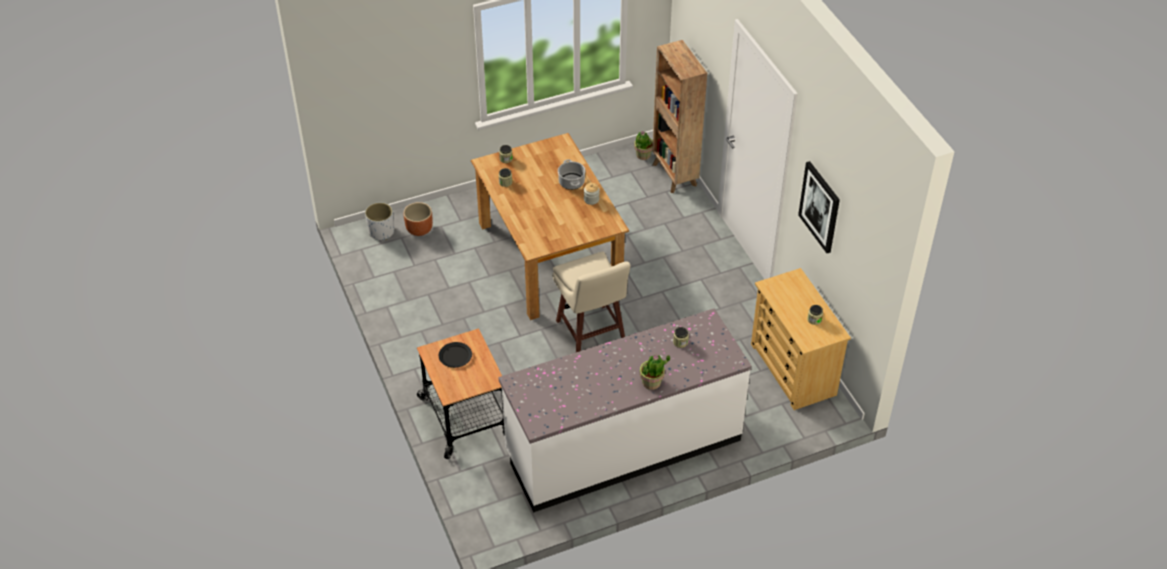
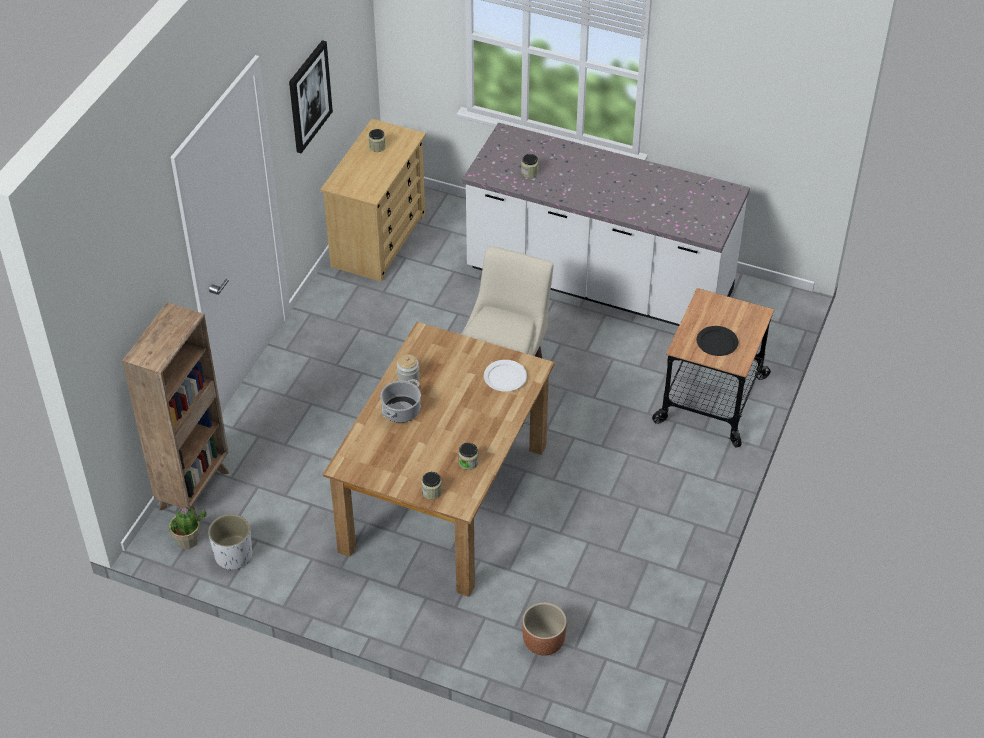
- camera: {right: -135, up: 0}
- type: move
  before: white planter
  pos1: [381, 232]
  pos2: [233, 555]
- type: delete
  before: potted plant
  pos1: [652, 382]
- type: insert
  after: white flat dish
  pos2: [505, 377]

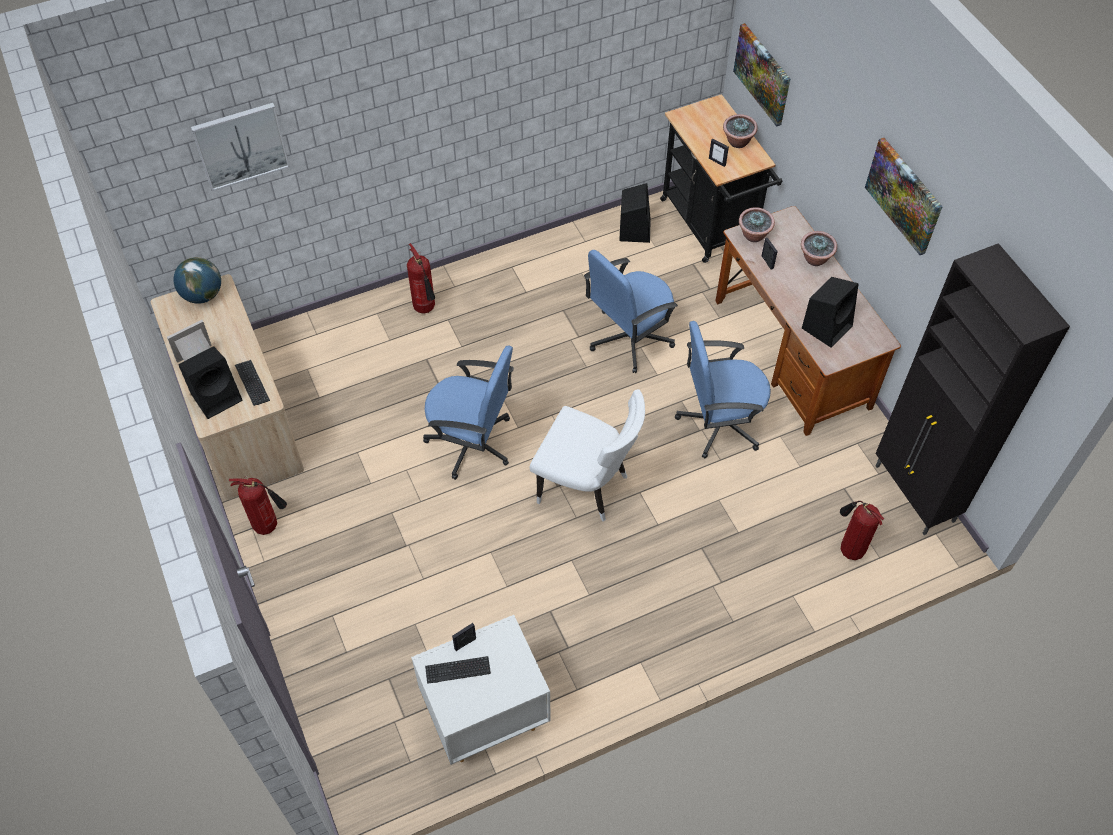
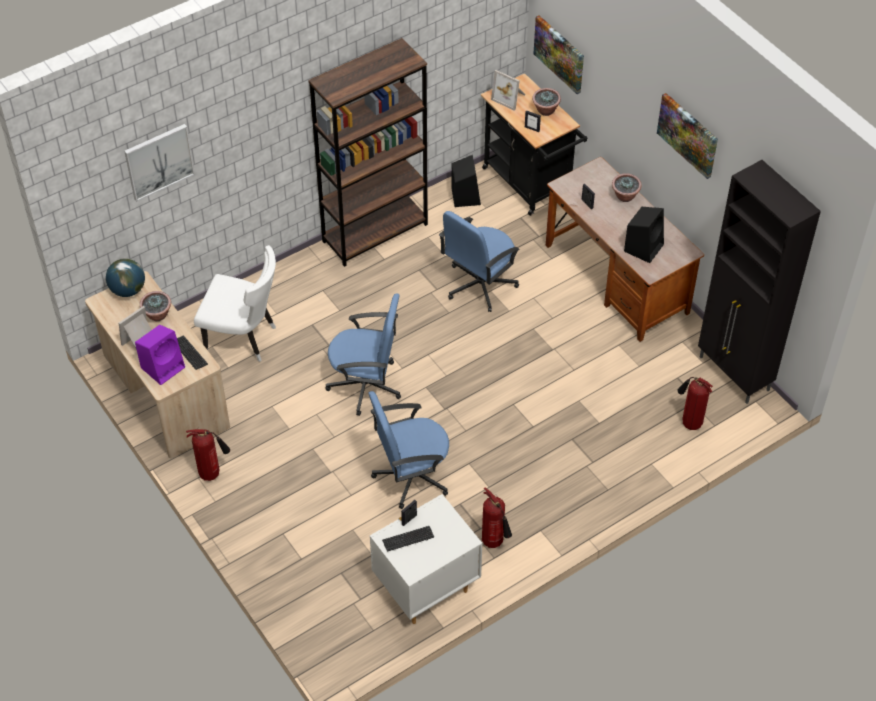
- camera: {right: -10, up: -5}
- type: recolor
  before: black-coloured speaker
  after: purplish speaker
  pos1: [217, 396]
  pos2: [163, 366]
- type: move
  before: fire-fighting cylinder
  pos1: [426, 309]
  pos2: [494, 543]
- type: move
  before: white plain chair
  pos1: [587, 487]
  pos2: [244, 339]
- type: move
  before: blue office chair
  pos1: [719, 423]
  pos2: [411, 476]
- type: move
  before: potted plant
  pos1: [754, 235]
  pos2: [158, 315]
- type: insert
  after: brown bookshelf
  pos2: [375, 232]
- type: insert
  after: picture frame
  pos2: [510, 97]

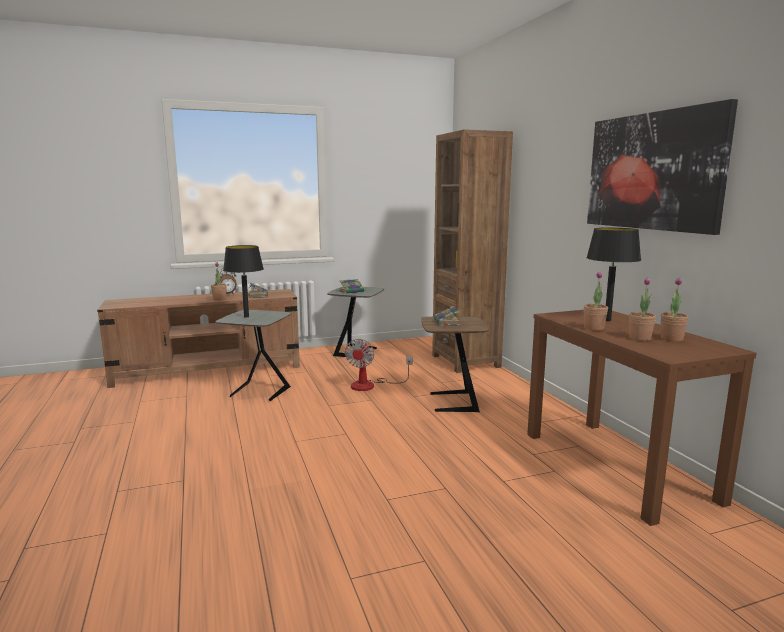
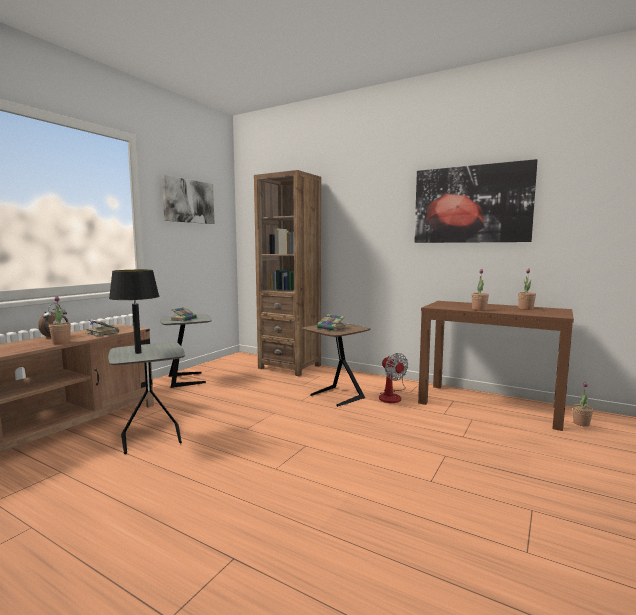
- camera: {right: -40, up: -5}
- type: move
  before: cooling fan
  pos1: [370, 385]
  pos2: [392, 396]
- type: delete
  before: black-coloured tabletop lamp
  pos1: [607, 320]
- type: move
  before: potted plant
  pos1: [639, 338]
  pos2: [581, 423]
- type: insert
  after: wall picture
  pos2: [188, 201]

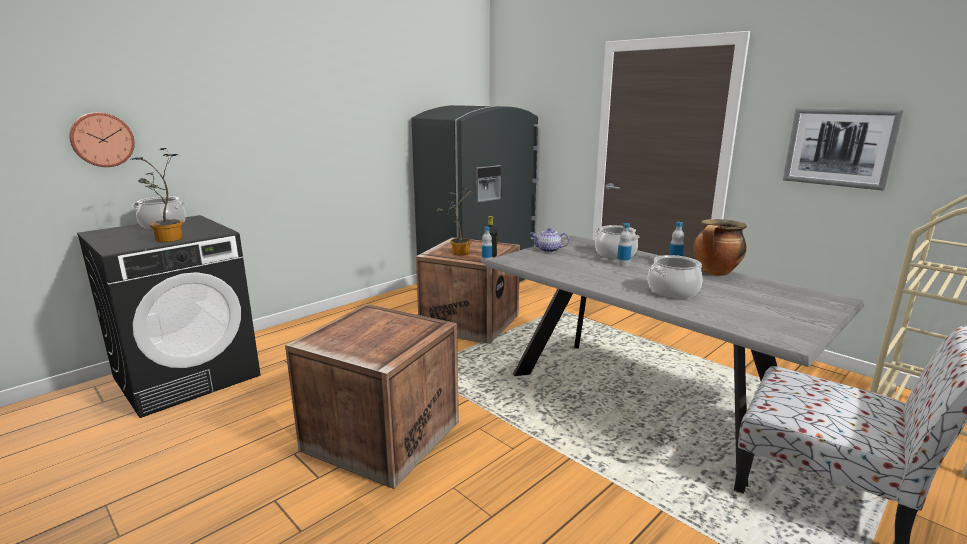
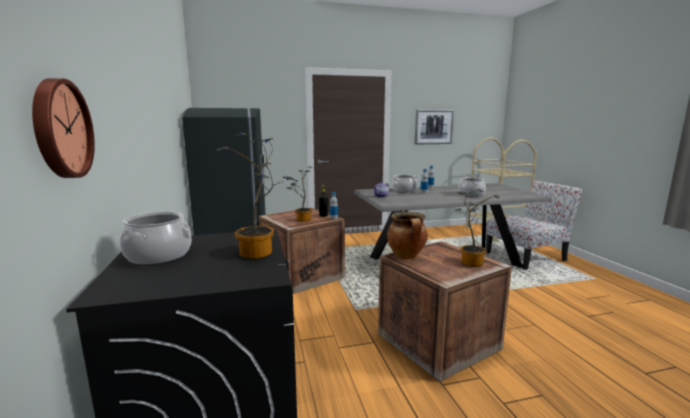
- camera: {right: -60, up: -5}
- type: move
  before: saucepot
  pos1: [715, 273]
  pos2: [407, 256]
- type: insert
  after: potted plant
  pos2: [470, 262]

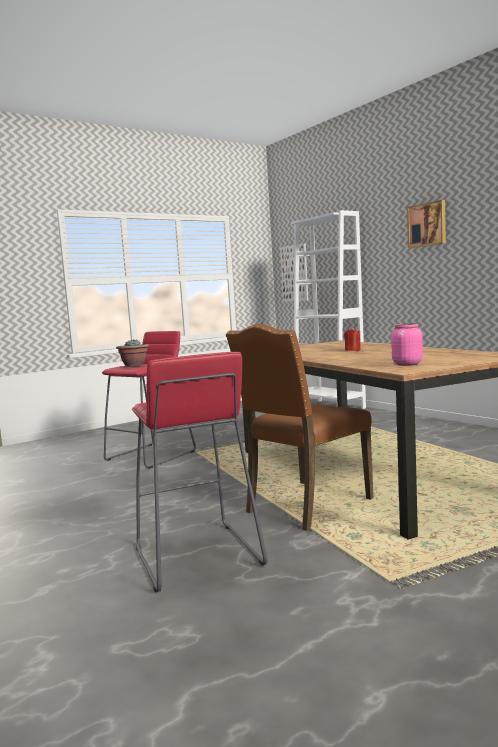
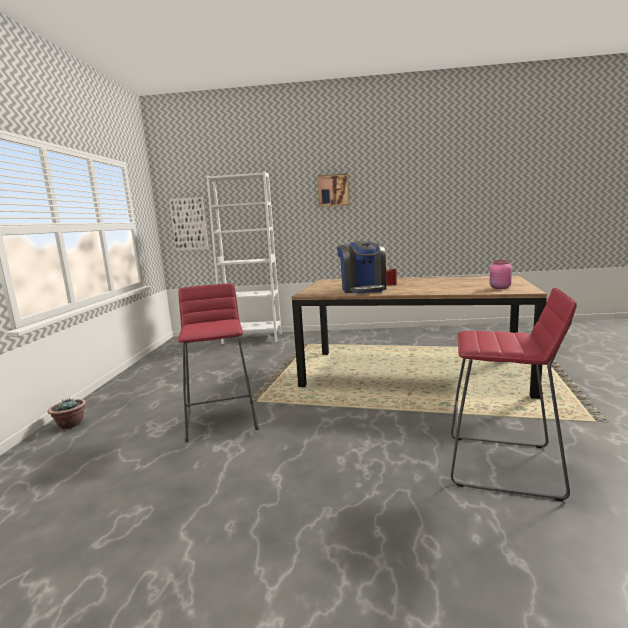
- camera: {right: -50, up: 5}
- type: move
  before: potted plant
  pos1: [134, 365]
  pos2: [70, 425]
- type: delete
  before: brown plain chair
  pos1: [305, 505]
- type: insert
  after: coffee brewer
  pos2: [363, 289]

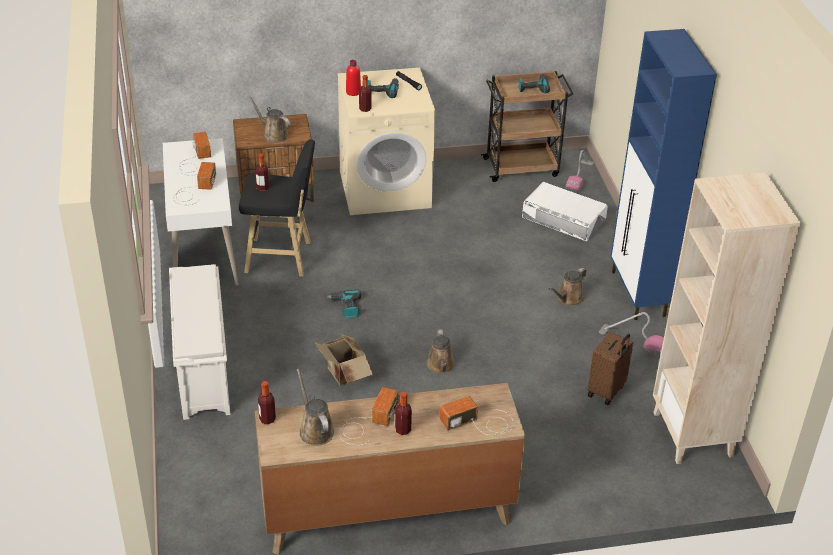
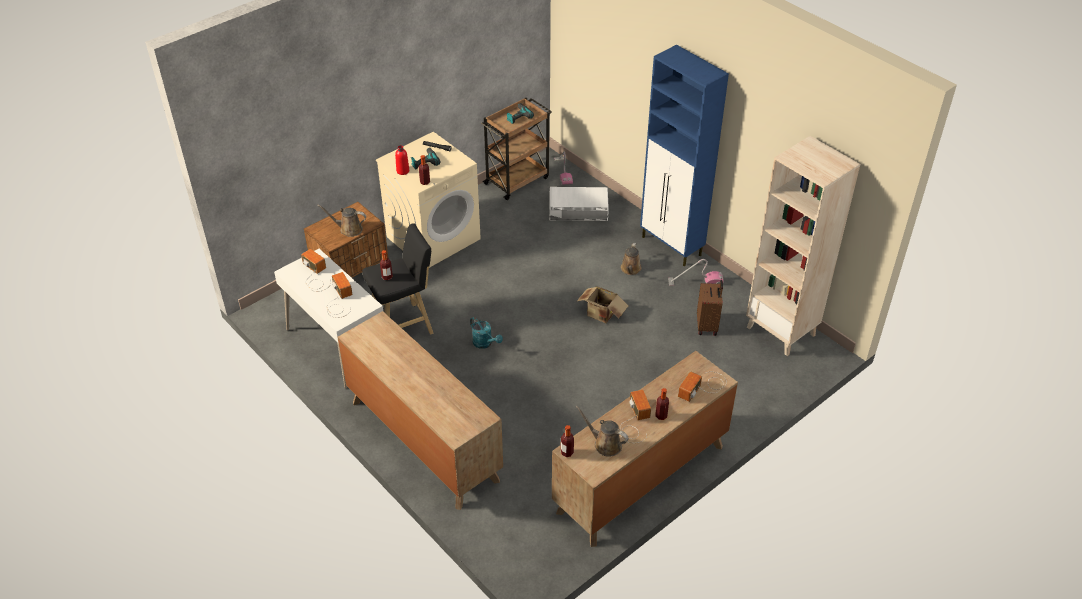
- camera: {right: -30, up: 5}
- type: replace
  before: white shoe rack
  after: brown drawer chest
  pos1: [202, 370]
  pos2: [423, 440]
- type: move
  before: packing box
  pos1: [343, 375]
  pos2: [601, 315]
- type: replace
  before: electric drill
  after: turquoise-coloured watering pot
  pos1: [346, 307]
  pos2: [485, 343]
- type: delete
  before: brown watering pot
  pos1: [441, 366]

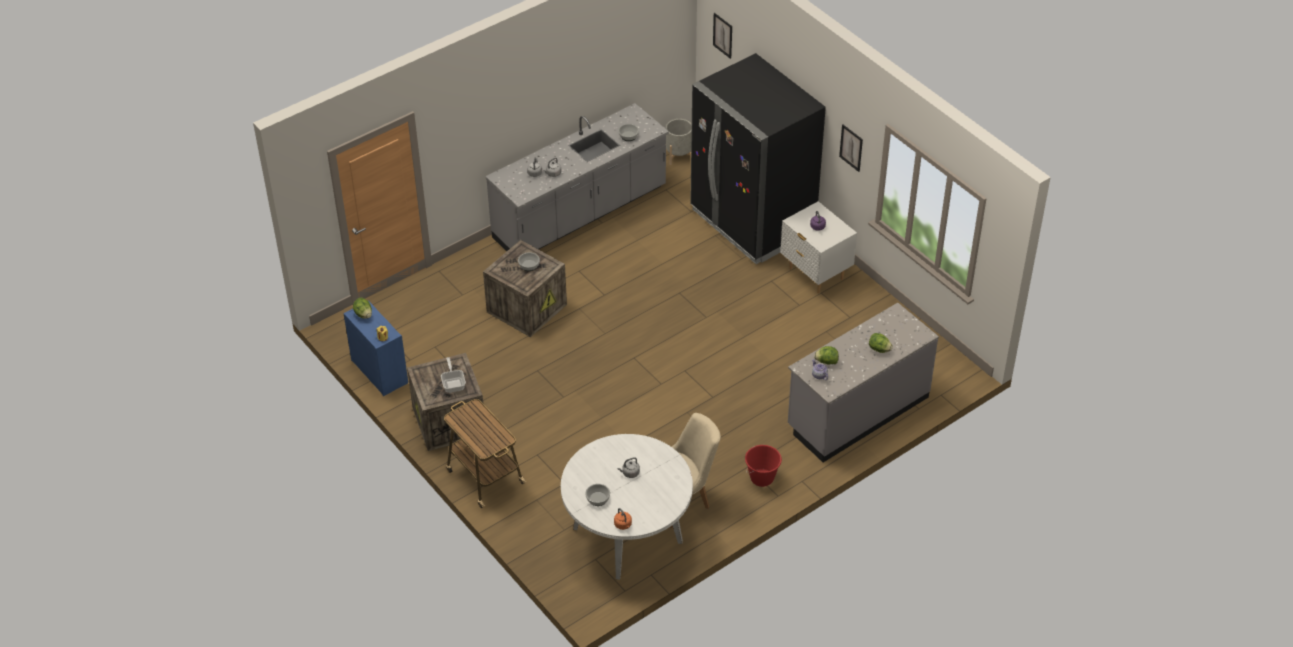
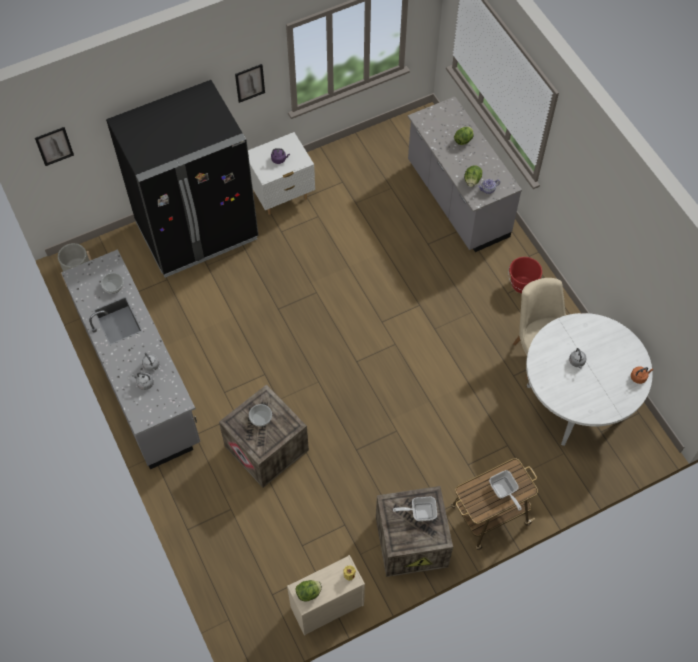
- camera: {right: -80, up: 15}
- type: recolor
  before: blue drawer chest
  after: sand-coloured drawer chest
  pos1: [379, 371]
  pos2: [326, 607]
- type: delete
  before: deep dish
  pos1: [598, 498]
- type: insert
  after: skillet
  pos2: [504, 491]

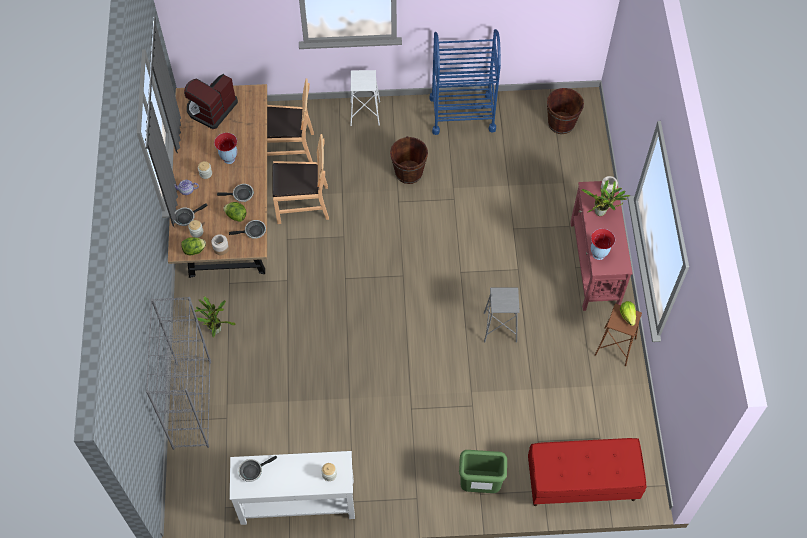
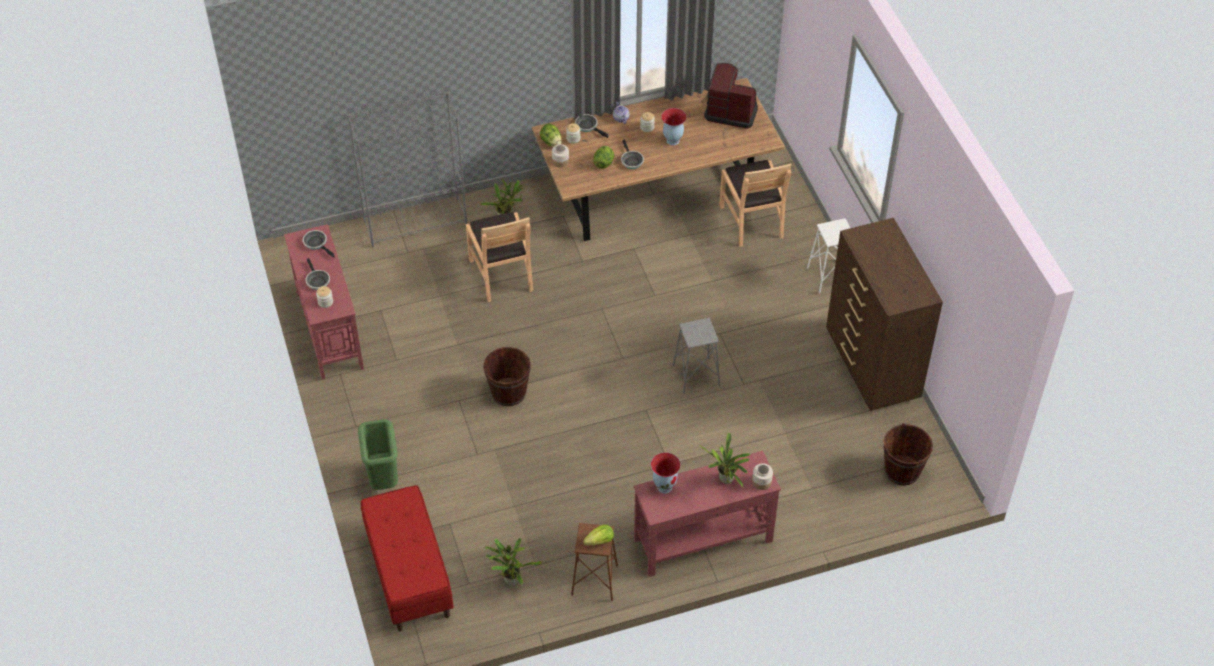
- camera: {right: 75, up: -10}
- type: move
  before: skillet
  pos1: [253, 231]
  pos2: [317, 281]
- type: recolor
  before: white hall table
  after: red-coloured hall table
  pos1: [297, 502]
  pos2: [330, 329]
- type: move
  before: brown plain chair
  pos1: [302, 204]
  pos2: [502, 274]
- type: move
  before: brown pail
  pos1: [409, 172]
  pos2: [508, 393]
- type: replace
  before: blue wheeled cart
  after: brown drawer chest
  pos1: [462, 114]
  pos2: [871, 367]
- type: move
  before: greyish stool seat
  pos1: [499, 327]
  pos2: [696, 375]
- type: insert
  after: potted plant
  pos2: [510, 579]

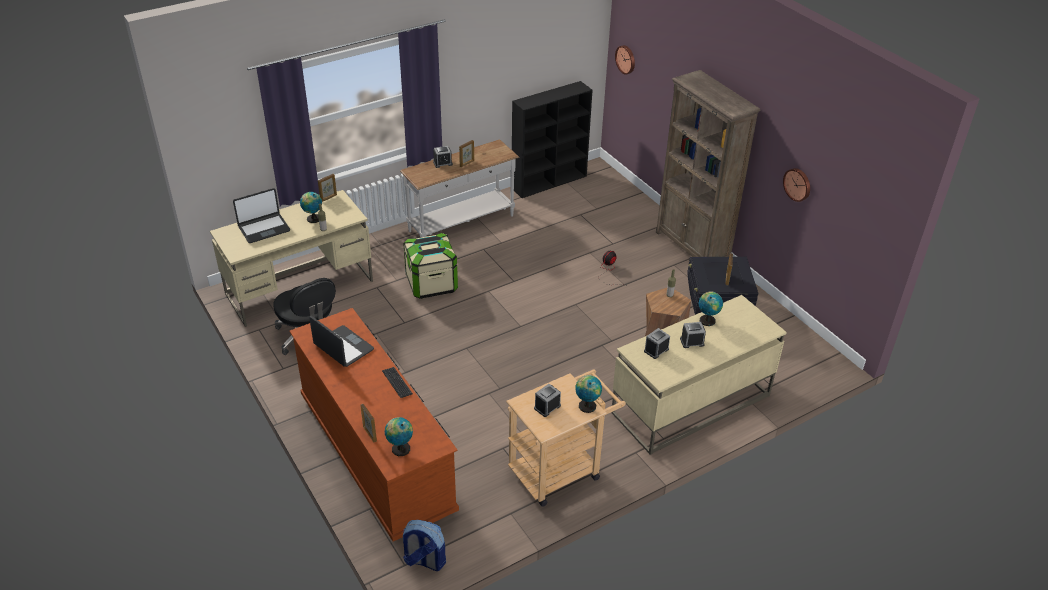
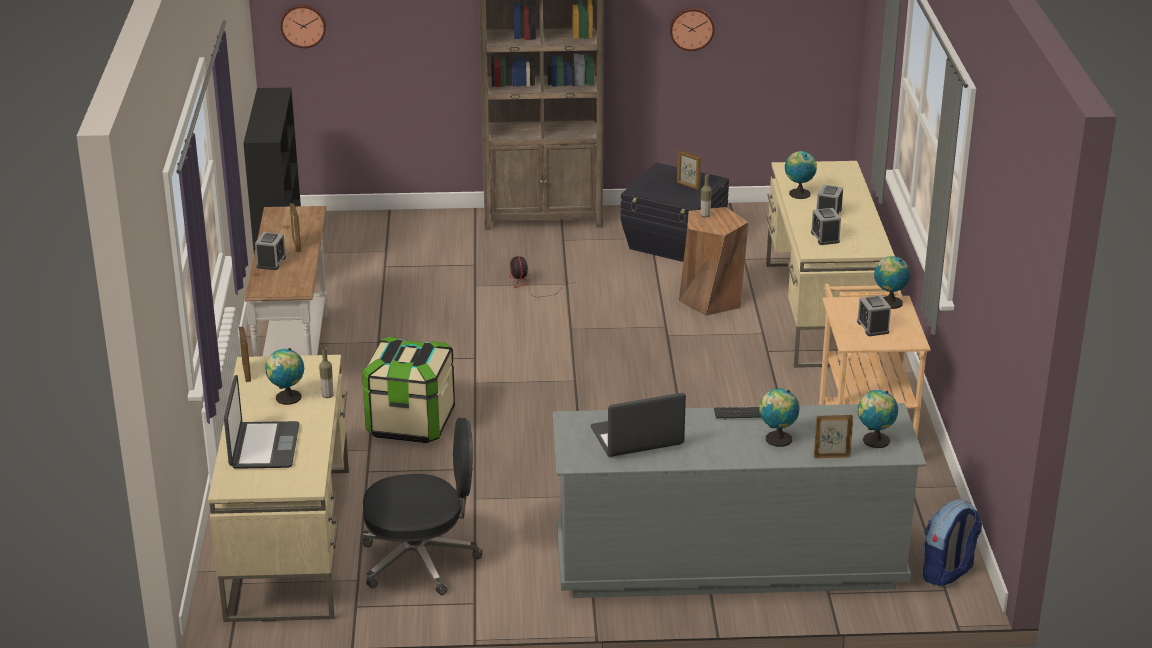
- camera: {right: -60, up: -10}
- type: recolor
  before: brown drawer chest
  after: greyish drawer chest
  pos1: [376, 453]
  pos2: [729, 562]
- type: insert
  after: desk globe
  pos2: [776, 439]

